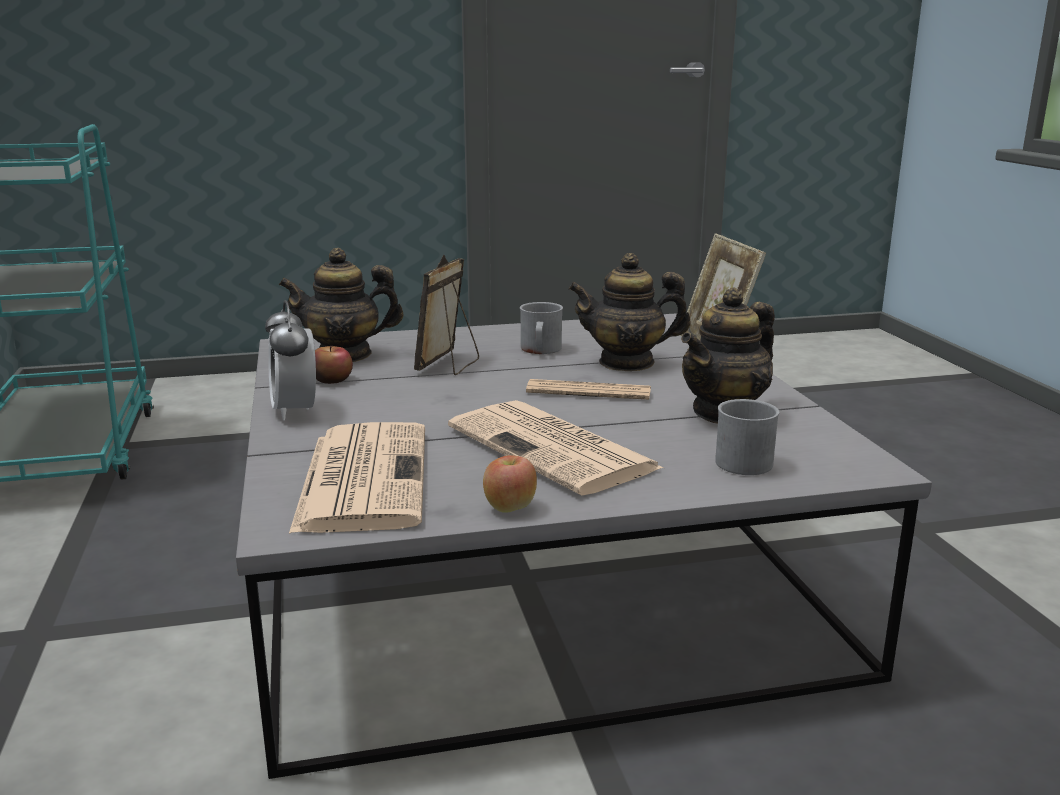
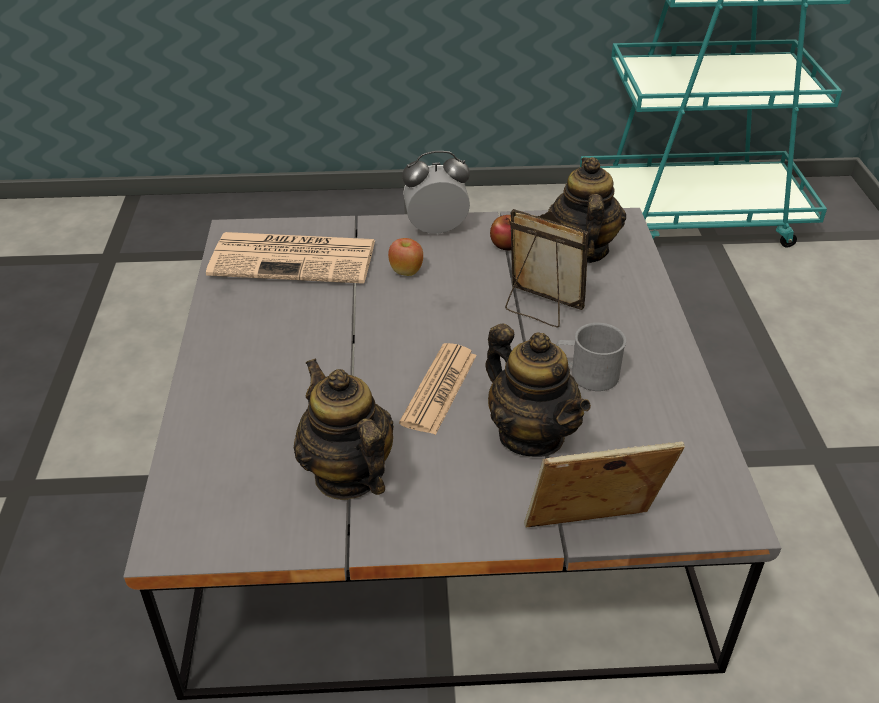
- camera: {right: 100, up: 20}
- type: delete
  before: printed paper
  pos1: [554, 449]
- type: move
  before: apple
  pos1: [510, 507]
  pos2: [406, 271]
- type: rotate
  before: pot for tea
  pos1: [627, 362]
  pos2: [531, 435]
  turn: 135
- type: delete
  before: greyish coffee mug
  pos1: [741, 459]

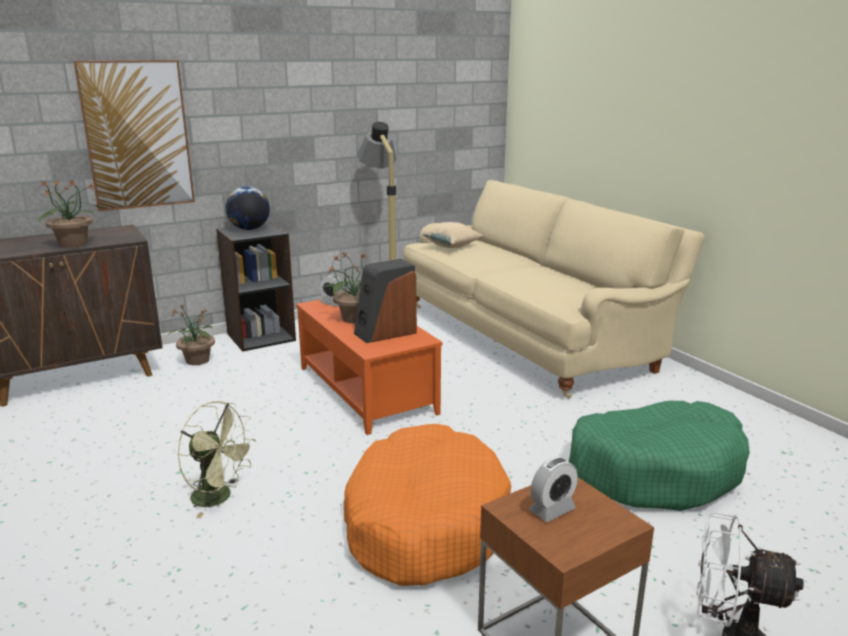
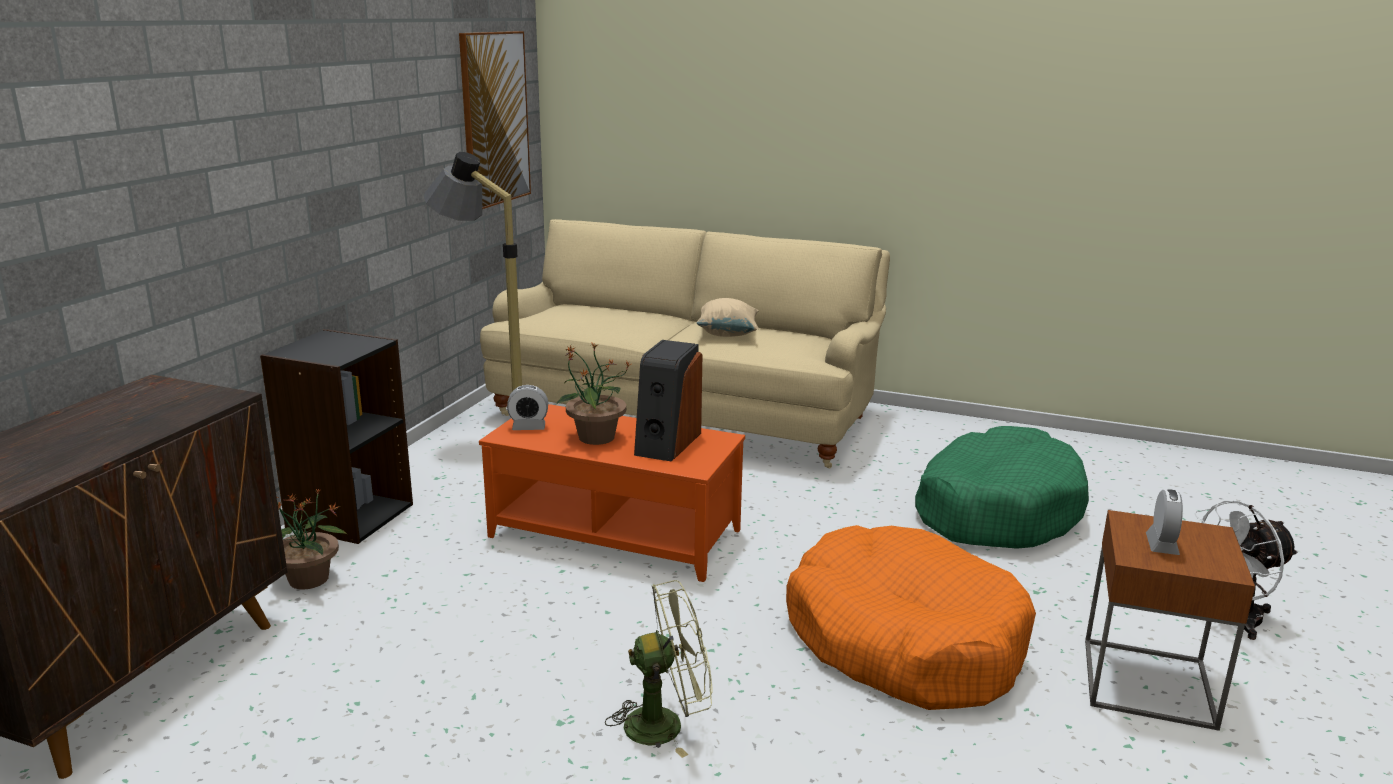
- camera: {right: -40, up: 0}
- type: delete
  before: potted plant
  pos1: [74, 244]
- type: move
  before: wall picture
  pos1: [137, 135]
  pos2: [494, 119]
- type: delete
  before: desk globe
  pos1: [249, 229]
- type: move
  before: sand-coloured cushion
  pos1: [452, 247]
  pos2: [727, 334]

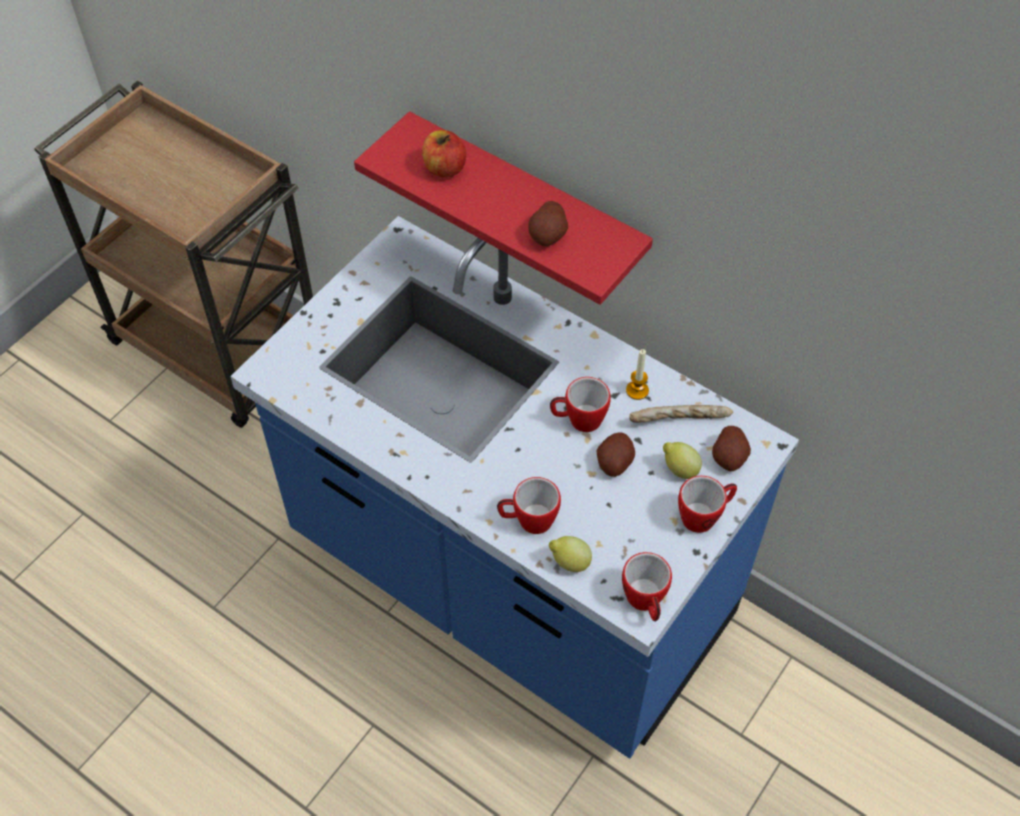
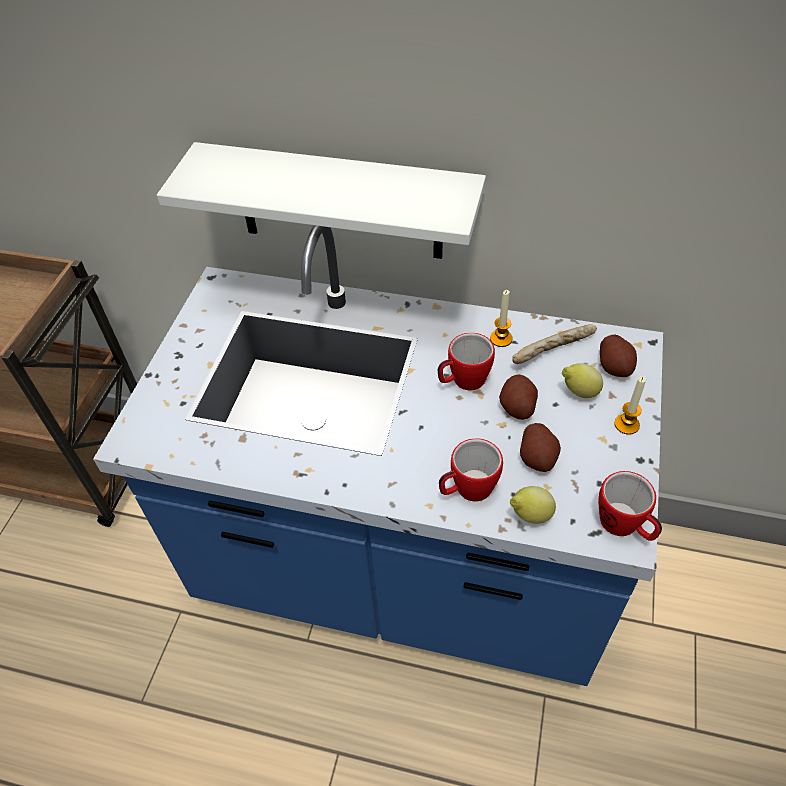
- camera: {right: -20, up: -5}
- type: recolor
  before: red-coloured bracket shelf
  after: white bracket shelf
  pos1: [526, 209]
  pos2: [339, 202]
- type: delete
  before: apple
  pos1: [444, 168]
- type: move
  before: potato
  pos1: [548, 235]
  pos2: [537, 457]
- type: replace
  before: coffee mug
  after: wax light
  pos1: [704, 515]
  pos2: [626, 424]

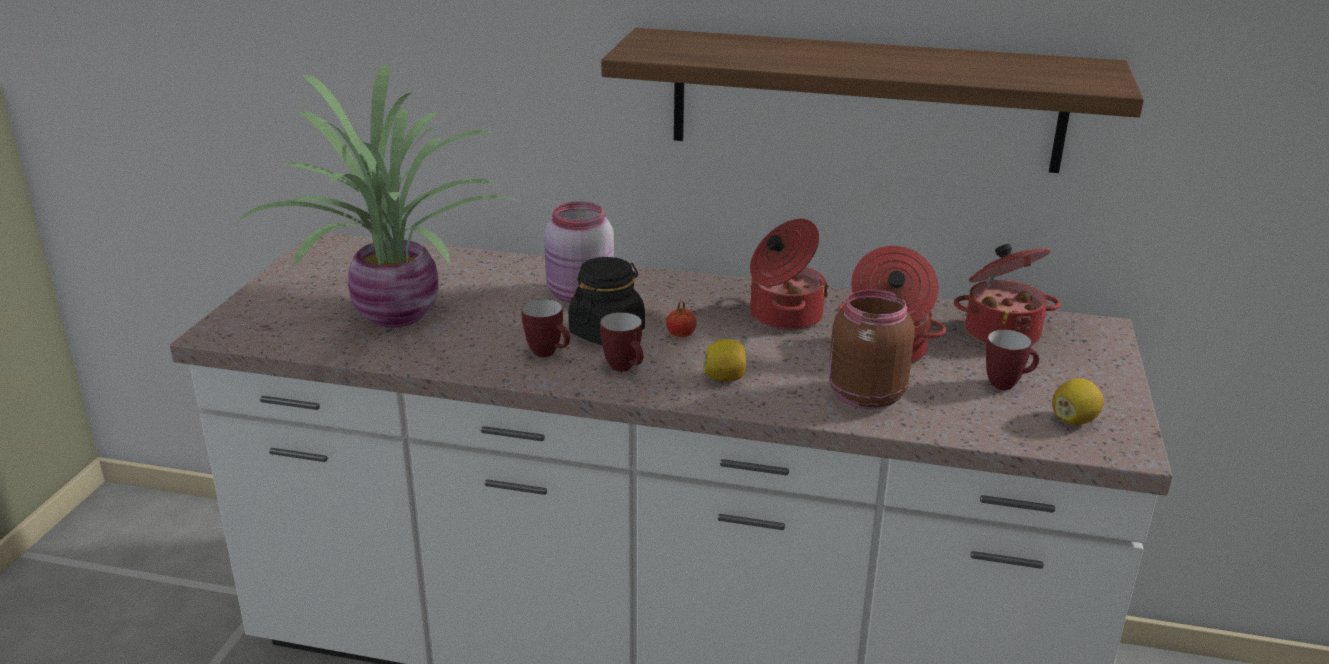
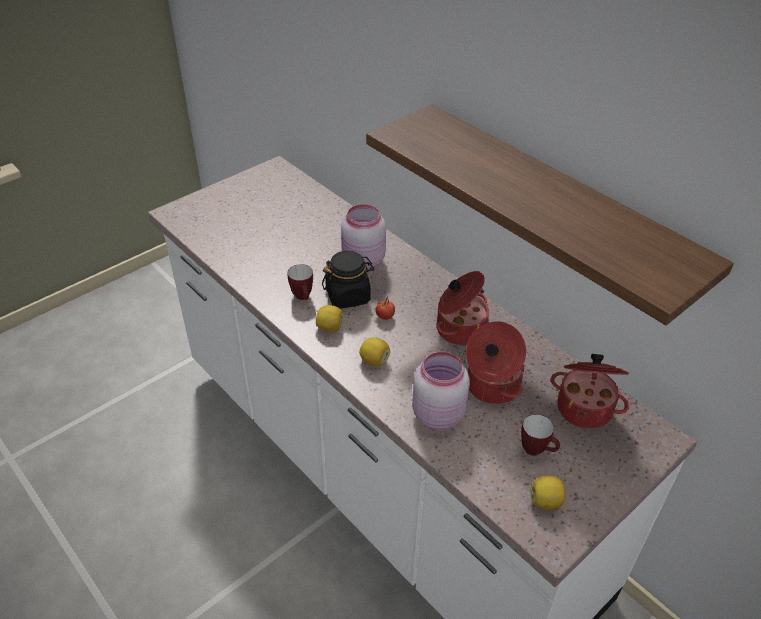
- camera: {right: 35, up: 15}
- type: delete
  before: potted plant
  pos1: [398, 313]
- type: replace
  before: coffee mug
  after: citrus fruit
  pos1: [625, 369]
  pos2: [330, 327]
- type: recolor
  before: brown preserve jar
  after: pink-coloured preserve jar
  pos1: [863, 396]
  pos2: [436, 414]

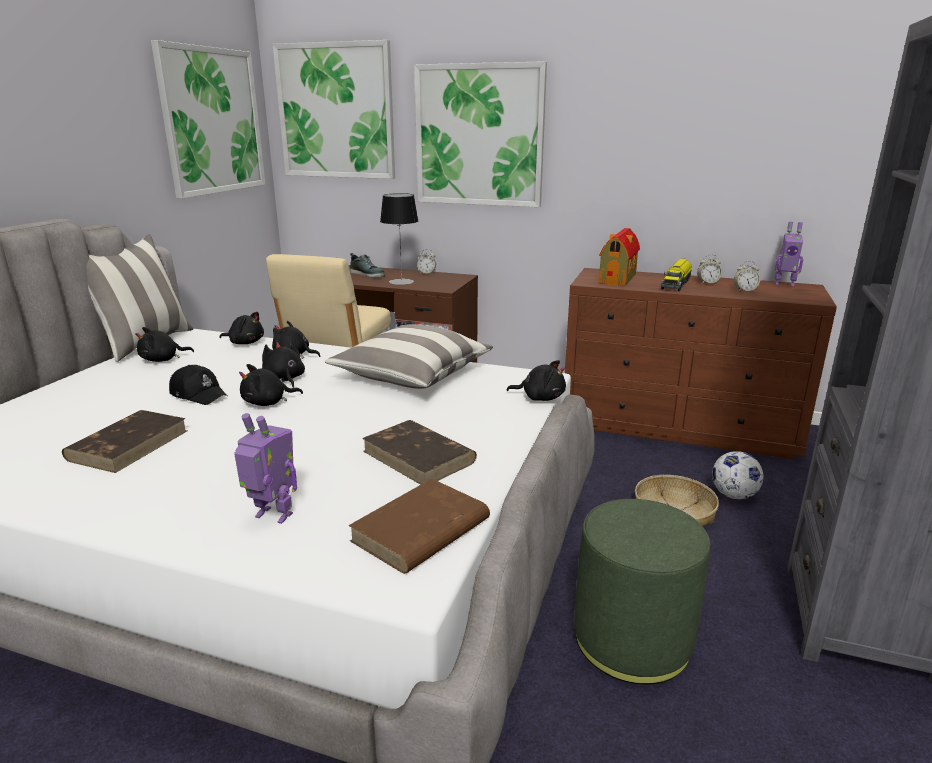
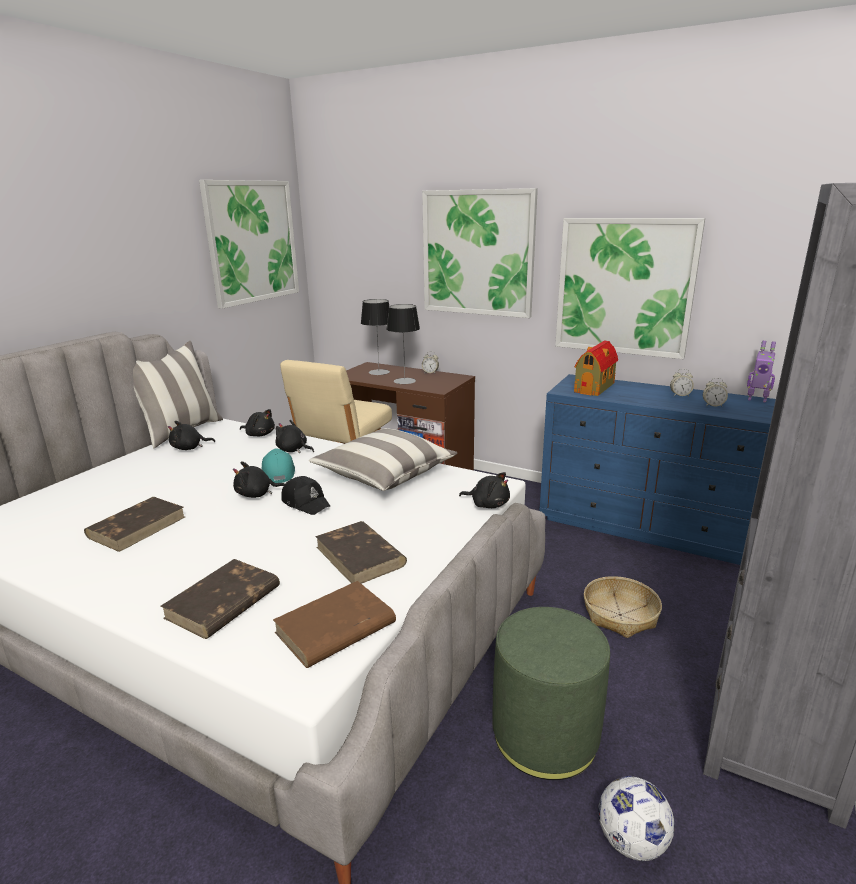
- camera: {right: 10, up: 0}
- type: move
  before: black-coloured baseball cap
  pos1: [199, 394]
  pos2: [306, 502]
- type: replace
  before: robot figure
  after: brown volume
  pos1: [272, 516]
  pos2: [223, 603]
- type: replace
  before: black-coloured soft toy
  after: turquoise-coloured baseball cap
  pos1: [284, 379]
  pos2: [278, 473]
- type: move
  before: wall picture
  pos1: [336, 111]
  pos2: [624, 287]
- type: replace
  before: item of footwear
  after: tabletop lamp
  pos1: [367, 274]
  pos2: [379, 372]
- type: recolor
  before: brown drawer chest
  after: blue drawer chest
  pos1: [679, 426]
  pos2: [651, 526]
- type: delete
  before: model truck
  pos1: [676, 284]
- type: move
  before: football ball
  pos1: [734, 495]
  pos2: [632, 841]

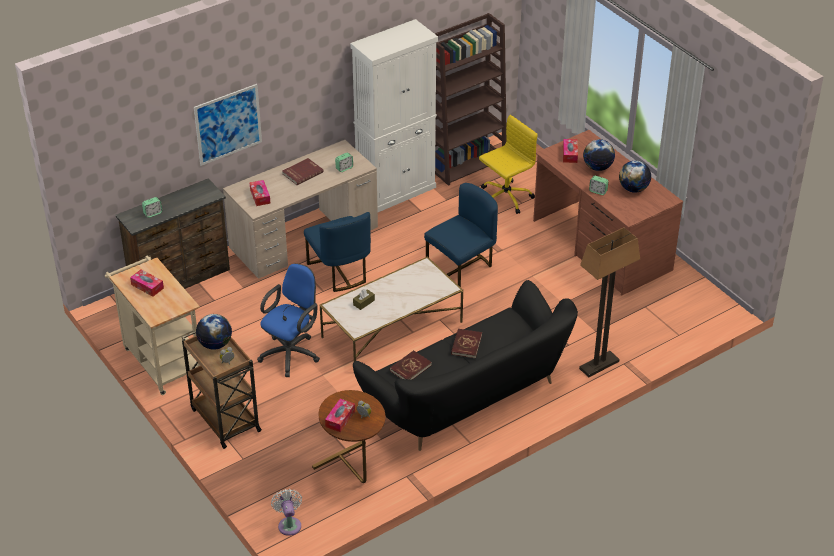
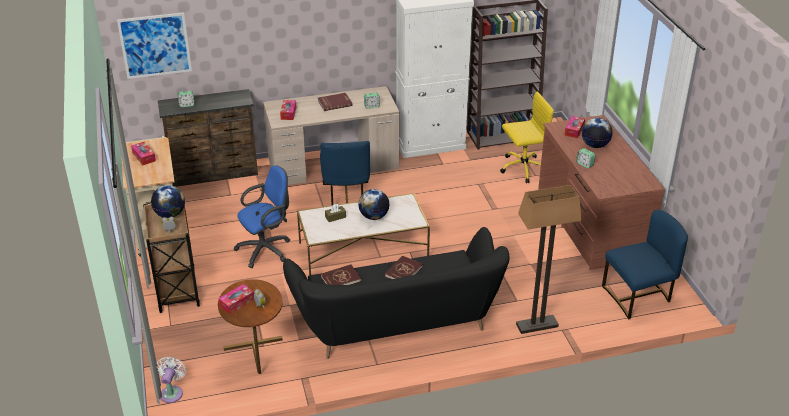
- camera: {right: 20, up: -5}
- type: move
  before: wall picture
  pos1: [228, 124]
  pos2: [155, 45]
- type: move
  before: blue plain chair
  pos1: [461, 268]
  pos2: [638, 296]
- type: move
  before: desk globe
  pos1: [633, 189]
  pos2: [374, 216]

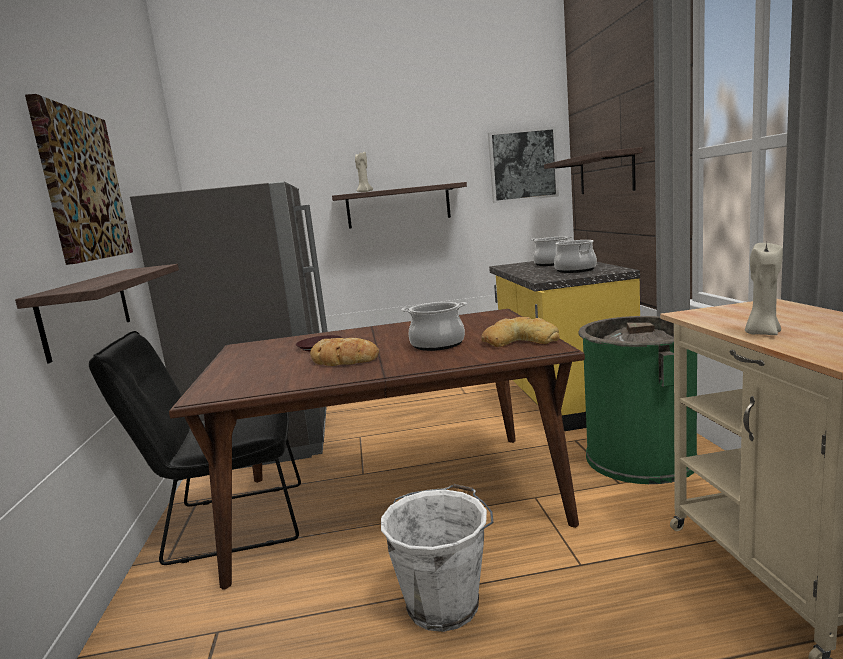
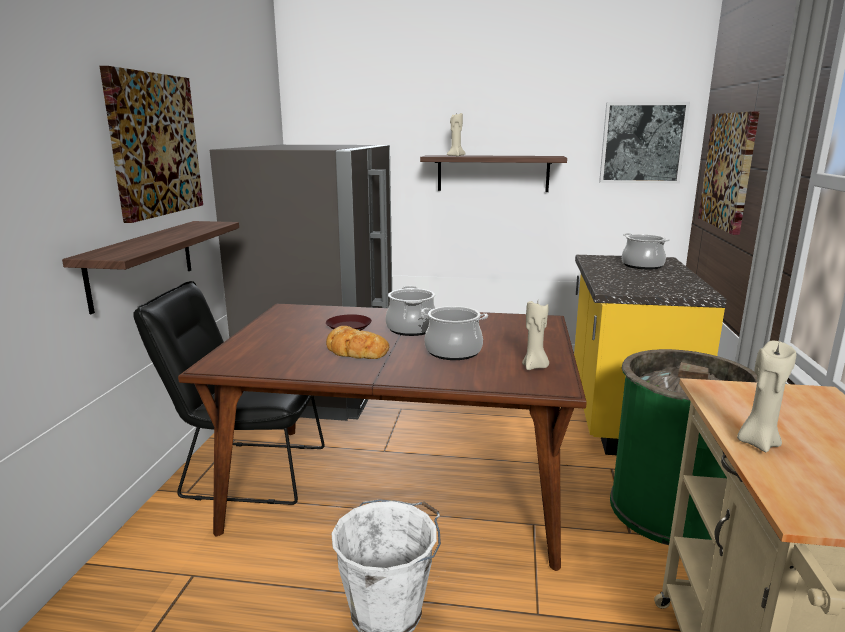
- camera: {right: 15, up: 5}
- type: replace
  before: baked bread
  after: sand-coloured wax light
  pos1: [520, 341]
  pos2: [534, 367]
- type: replace
  before: bracket shelf
  after: wall picture
  pos1: [606, 173]
  pos2: [729, 170]
- type: move
  before: saucepot
  pos1: [575, 270]
  pos2: [412, 329]

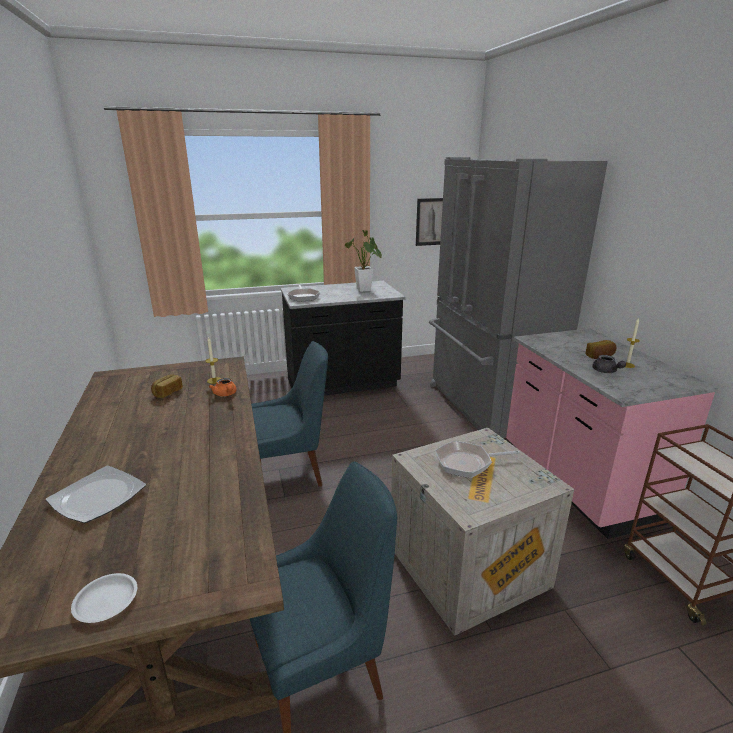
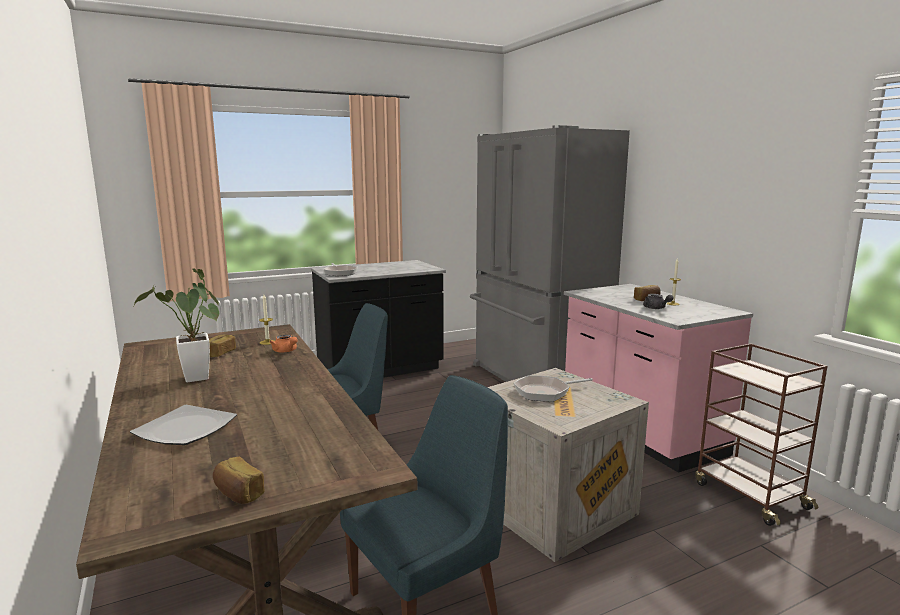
- camera: {right: -10, up: -10}
- type: replace
  before: white flat dish
  after: baked bread
  pos1: [106, 600]
  pos2: [238, 494]
- type: move
  before: potted plant
  pos1: [364, 291]
  pos2: [196, 380]
- type: delete
  before: wall picture
  pos1: [431, 222]

